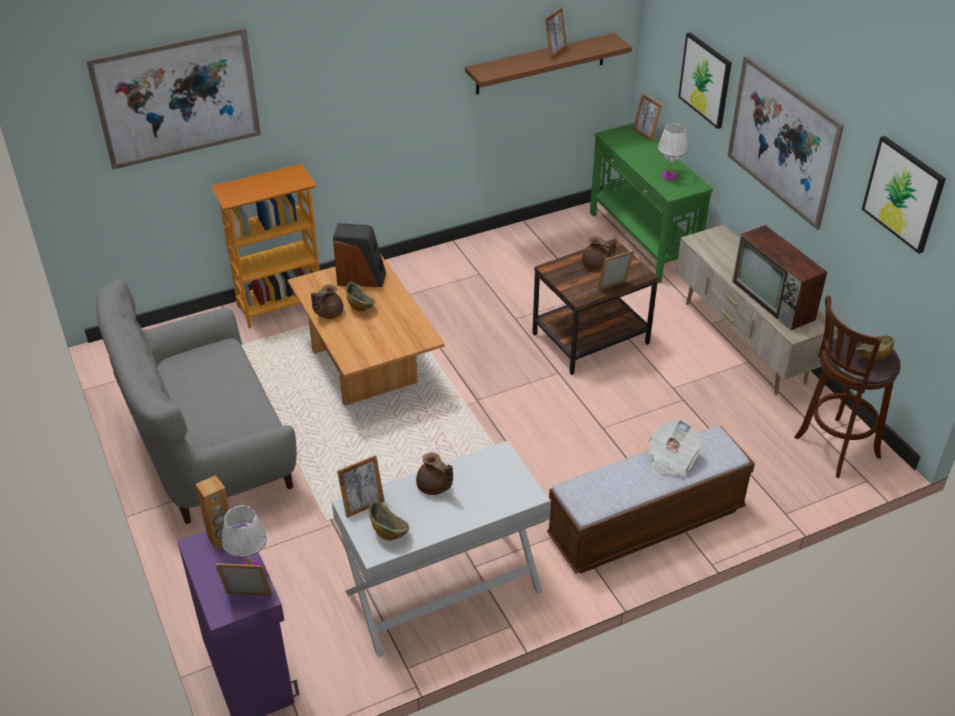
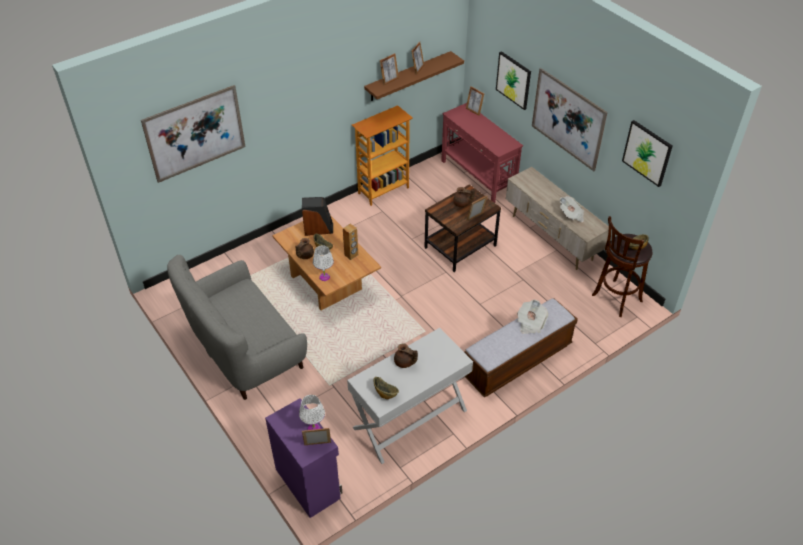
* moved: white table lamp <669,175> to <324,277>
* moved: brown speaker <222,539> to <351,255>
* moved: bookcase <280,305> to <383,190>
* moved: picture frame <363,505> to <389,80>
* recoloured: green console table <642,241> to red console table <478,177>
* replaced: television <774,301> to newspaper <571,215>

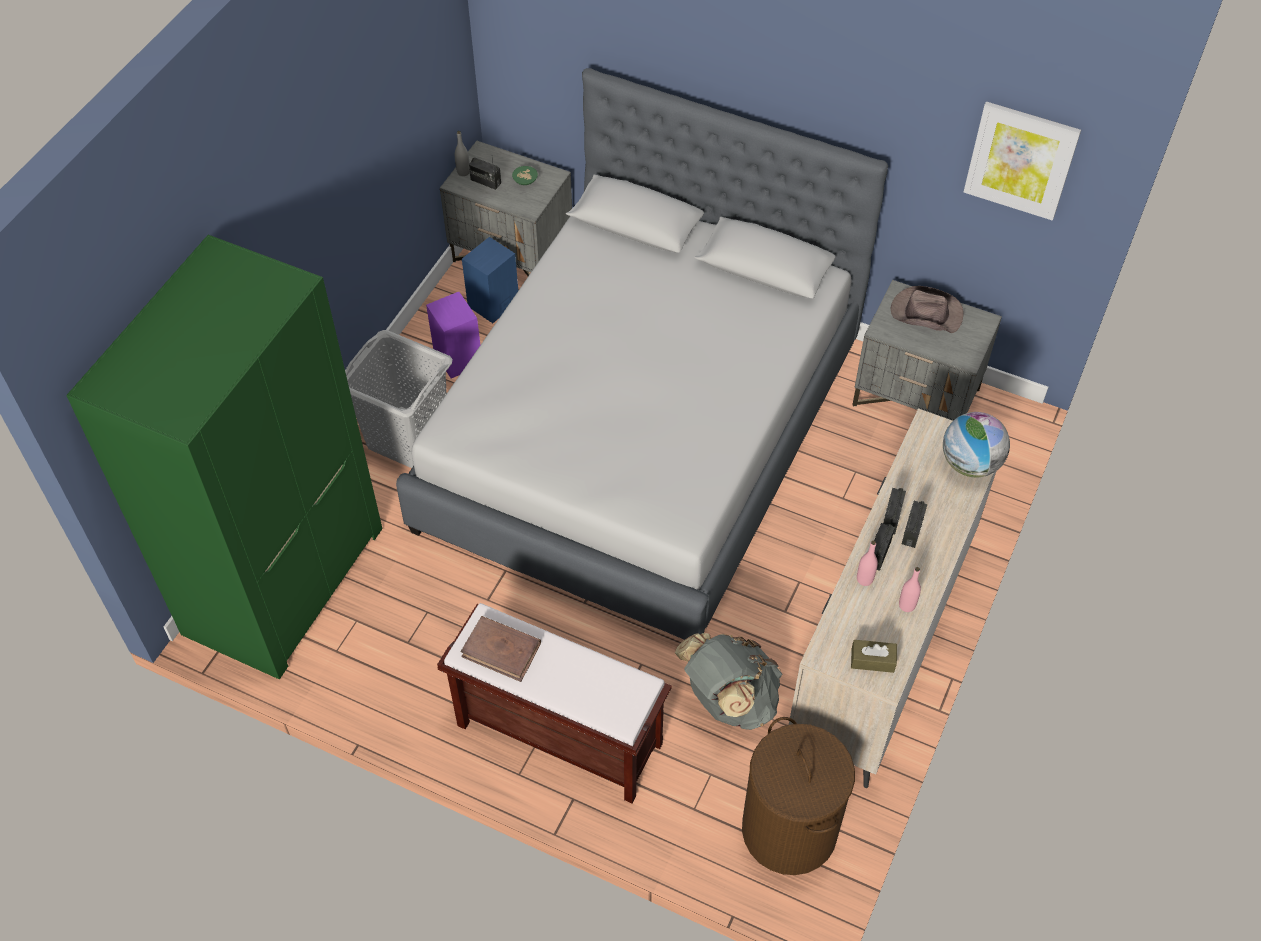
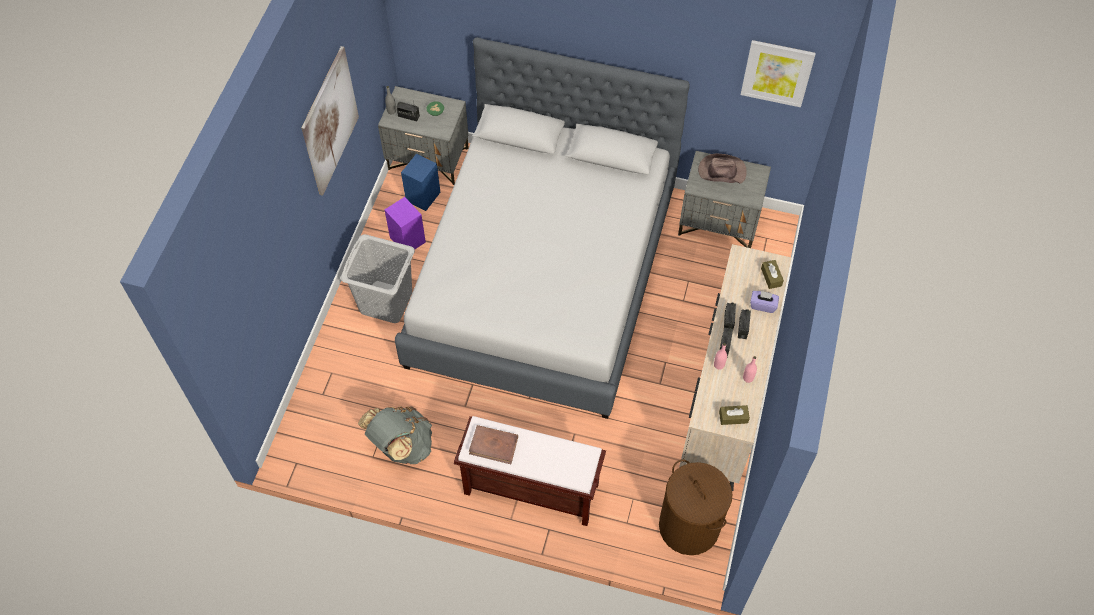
* added: picture <330,121>
* moved: grey backpack <728,700> to <401,446>
* added: purple tissue box <763,305>
* replaced: globe <970,464> to brown tissue box <771,277>
* removed: green wardrobe <283,579>

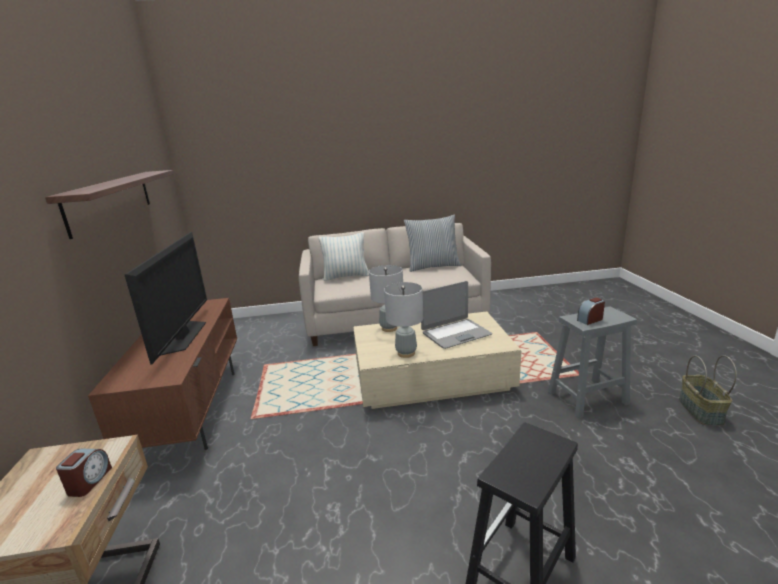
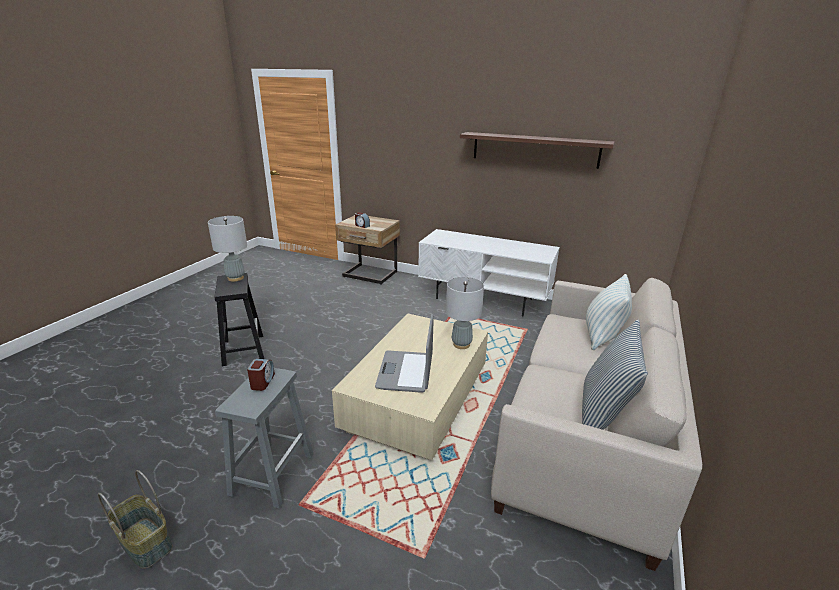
* moved: grey table lamp <406,353> to <235,278>
* recoloured: brown tv stand <192,410> to white tv stand <484,298>
* removed: television <183,336>

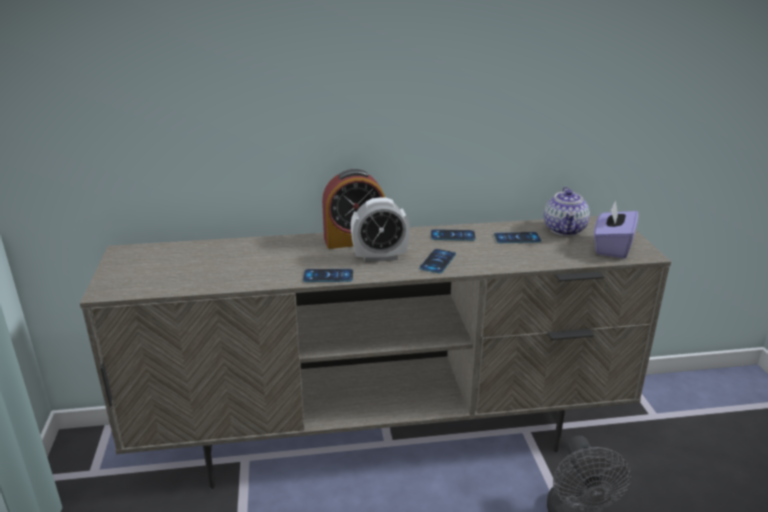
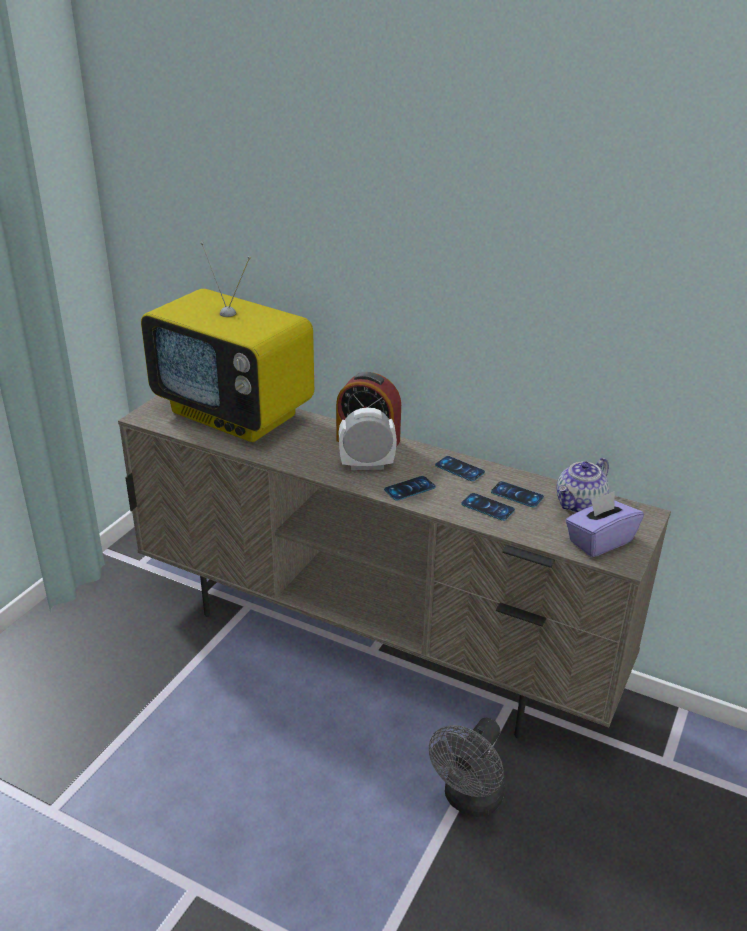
* added: television <236,414>
* turned: alarm clock <380,257> = <367,465> 150 degrees clockwise
* moved: phone <328,276> to <487,507>

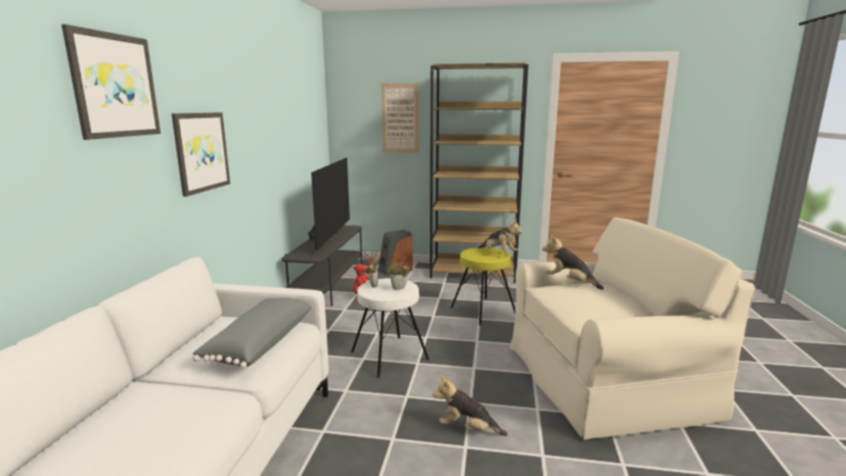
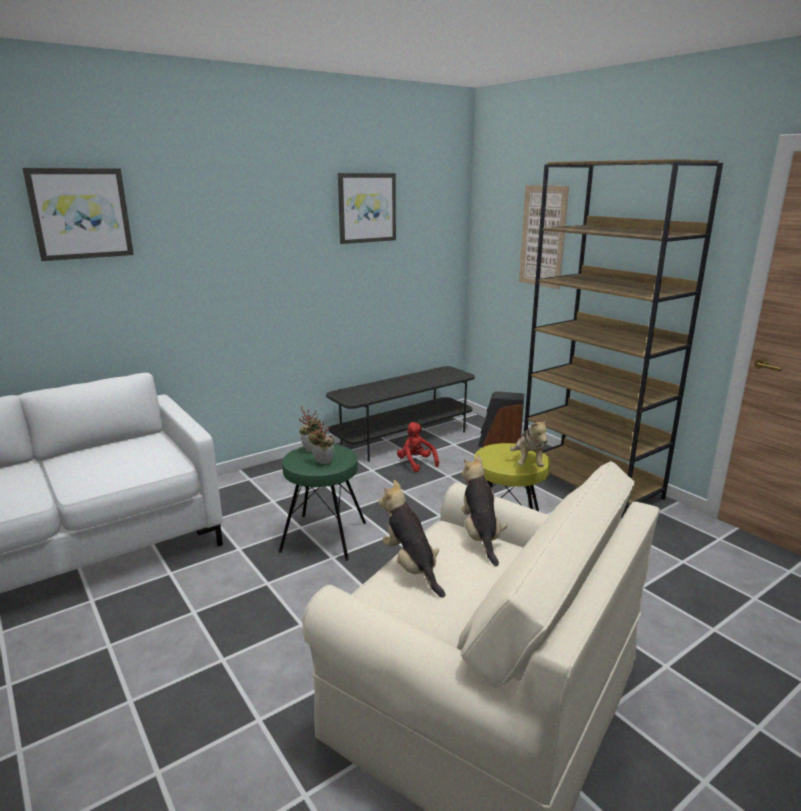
* recoloured: white stool <389,356> to green stool <323,537>
* moved: picture <201,152> to <366,208>
* moved: plush toy <467,429> to <411,567>
* removed: grey pillow <259,343>
* removed: television <328,238>

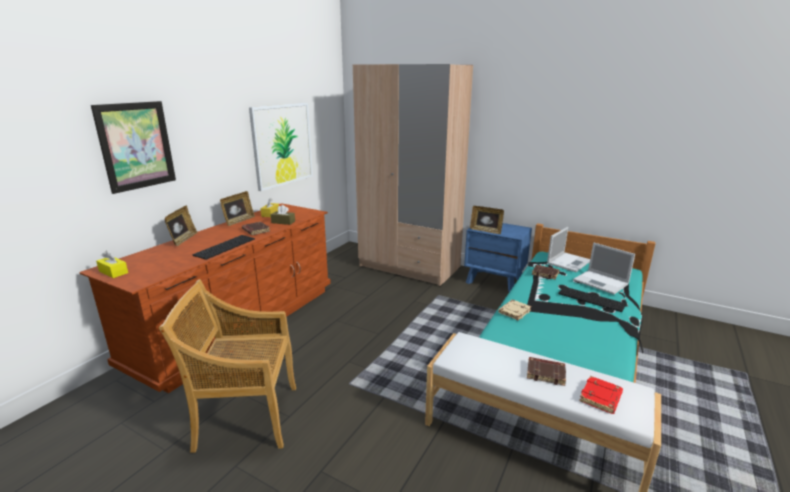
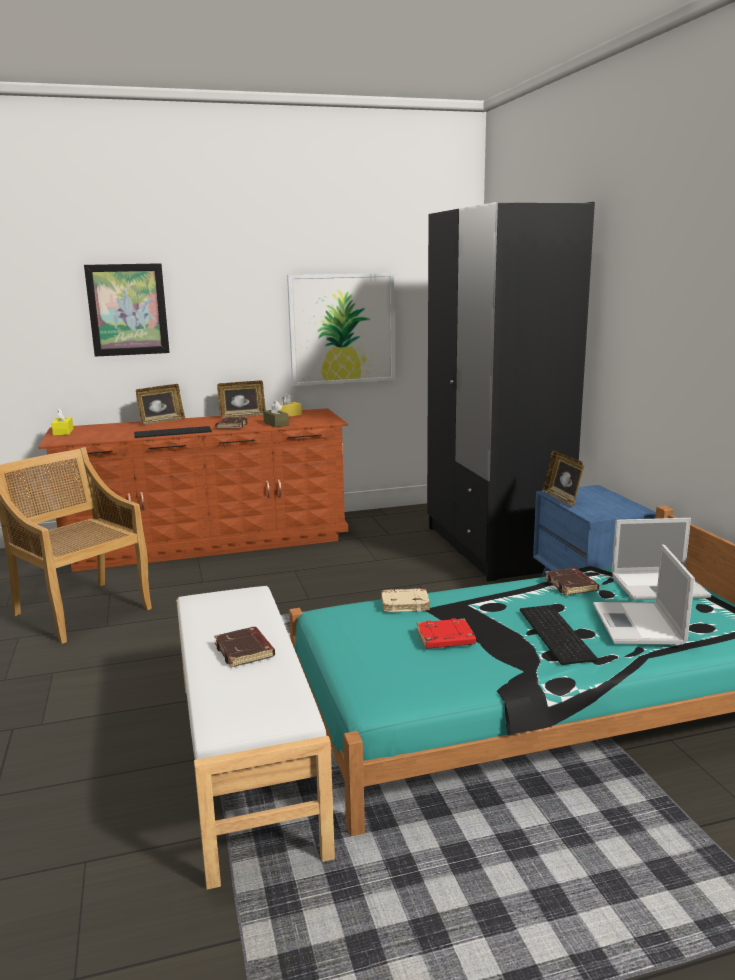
* moved: red book <601,398> to <445,639>
* recoloured: beige wardrobe <409,267> to black wardrobe <494,547>

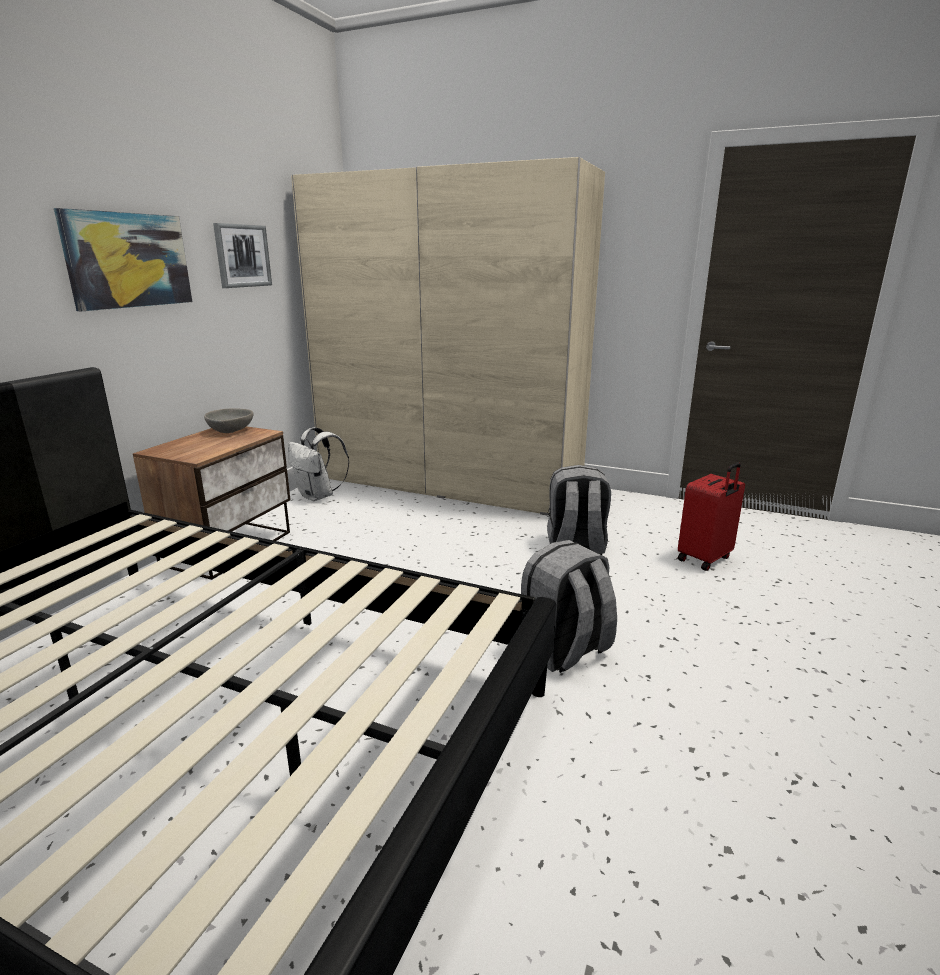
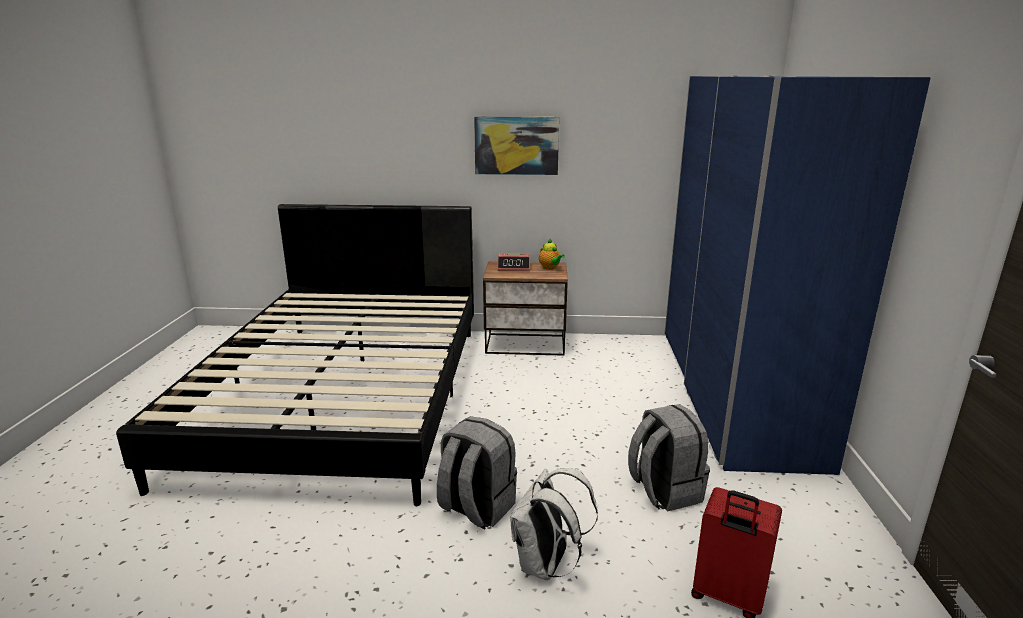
* added: alarm clock <514,267>
* moved: white backpack <318,496> to <546,565>
* replaced: grey bowl <230,431> to teapot <550,268>
* recoloured: beige wardrobe <449,483> to blue wardrobe <733,392>
* removed: picture <242,256>

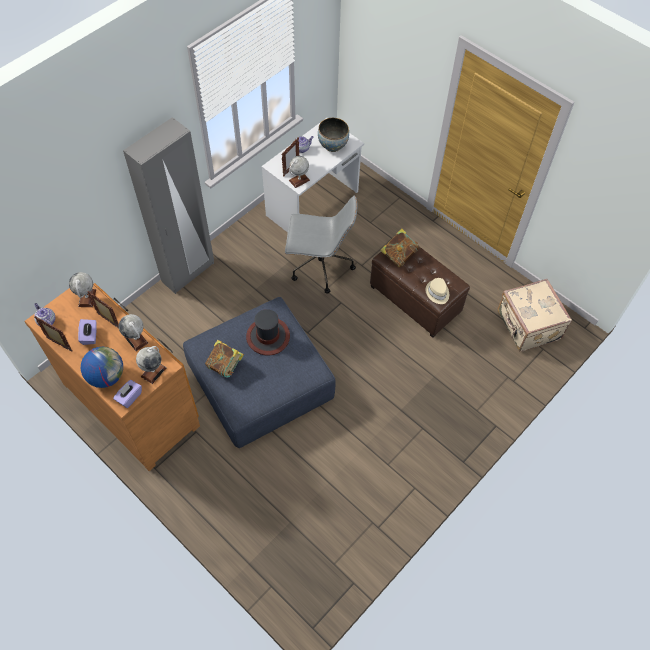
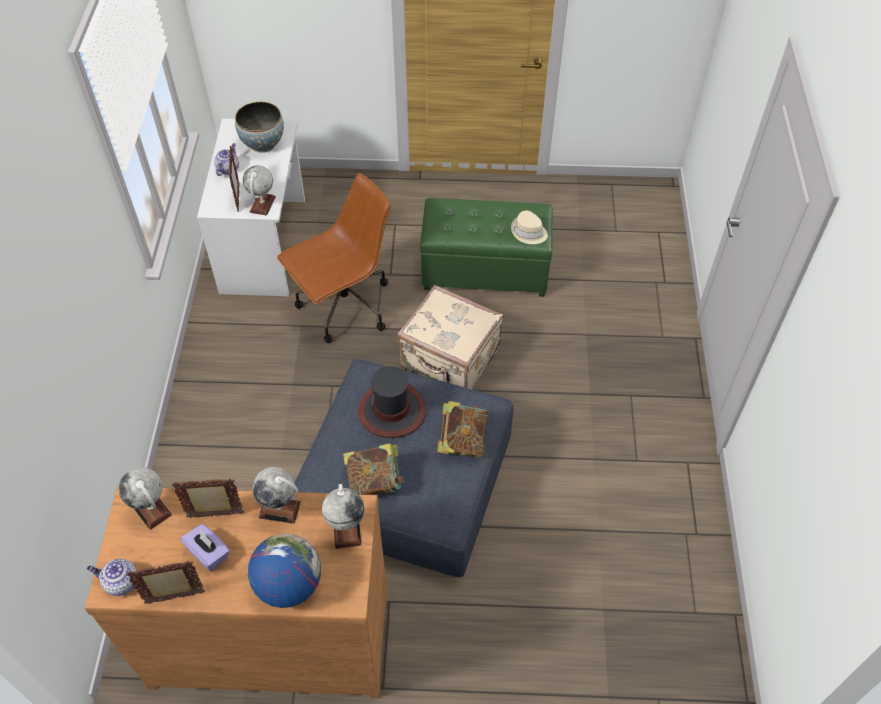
* recoloured: grey office chair <319,266> to brown office chair <344,307>
* moved: beige suitcase <527,326> to <450,359>
* recoloured: brown ottoman <415,299> to green ottoman <485,269>
* moved: book <398,255> to <462,441>
* removed: purple tissue box <129,397>
* removed: grey wardrobe <188,273>

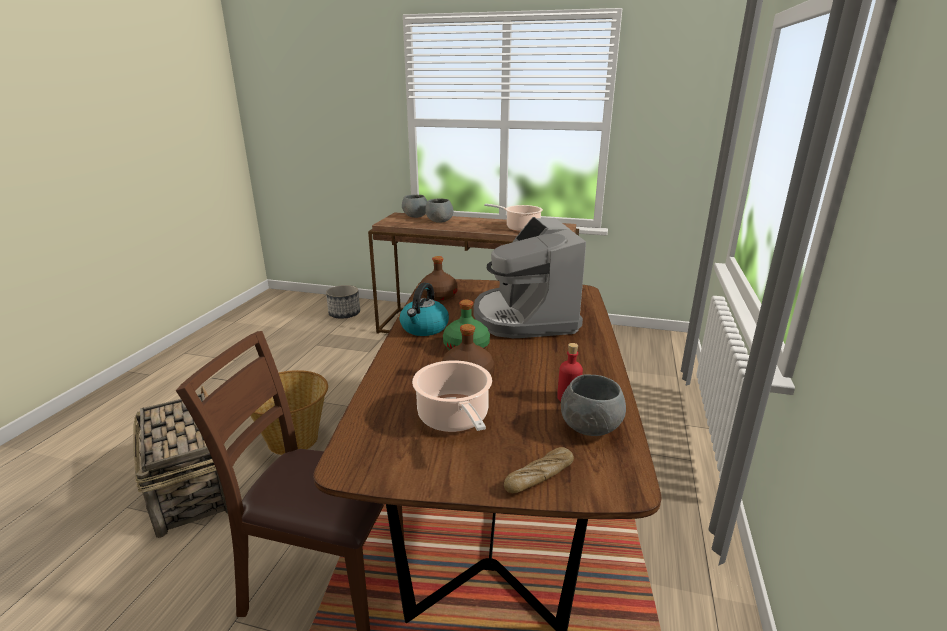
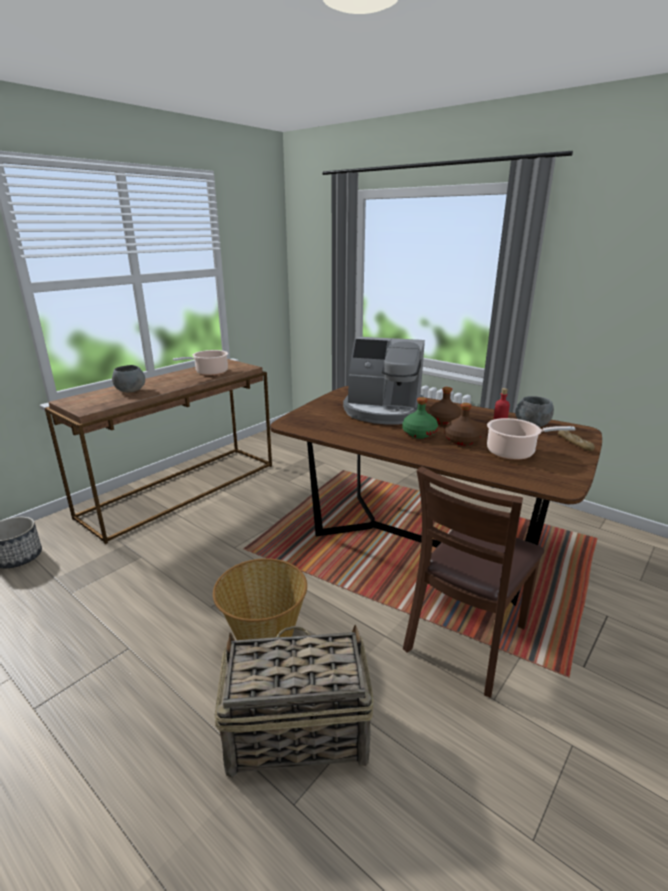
* moved: brown bottle <438,296> to <443,422>
* removed: kettle <424,328>
* removed: grey bowl <415,216>

